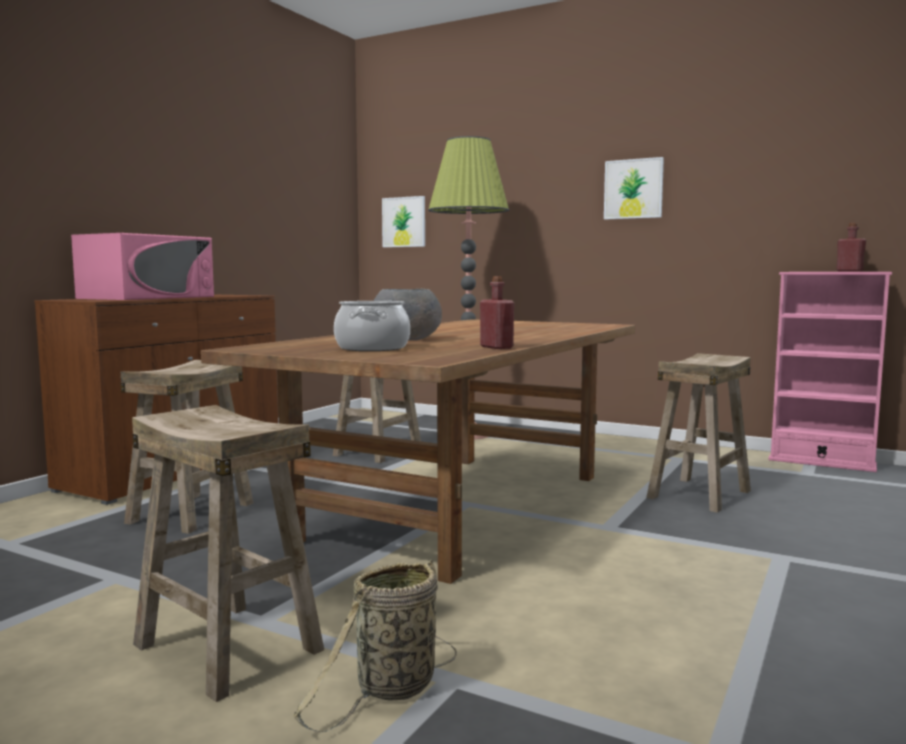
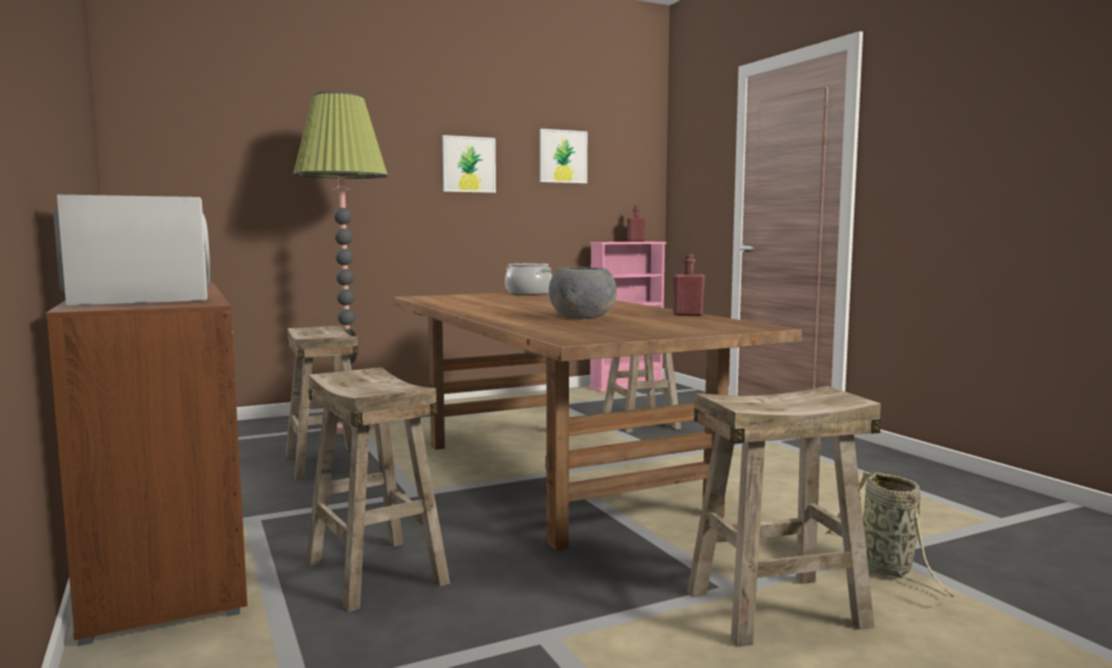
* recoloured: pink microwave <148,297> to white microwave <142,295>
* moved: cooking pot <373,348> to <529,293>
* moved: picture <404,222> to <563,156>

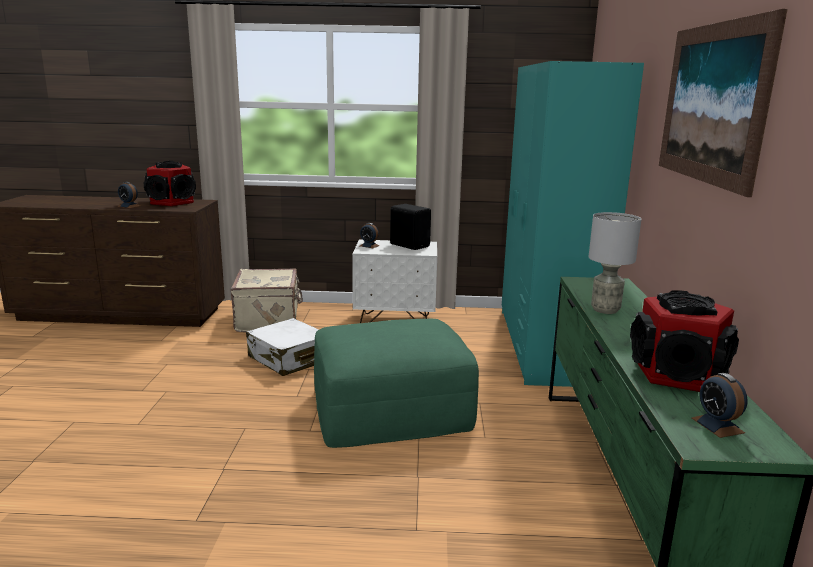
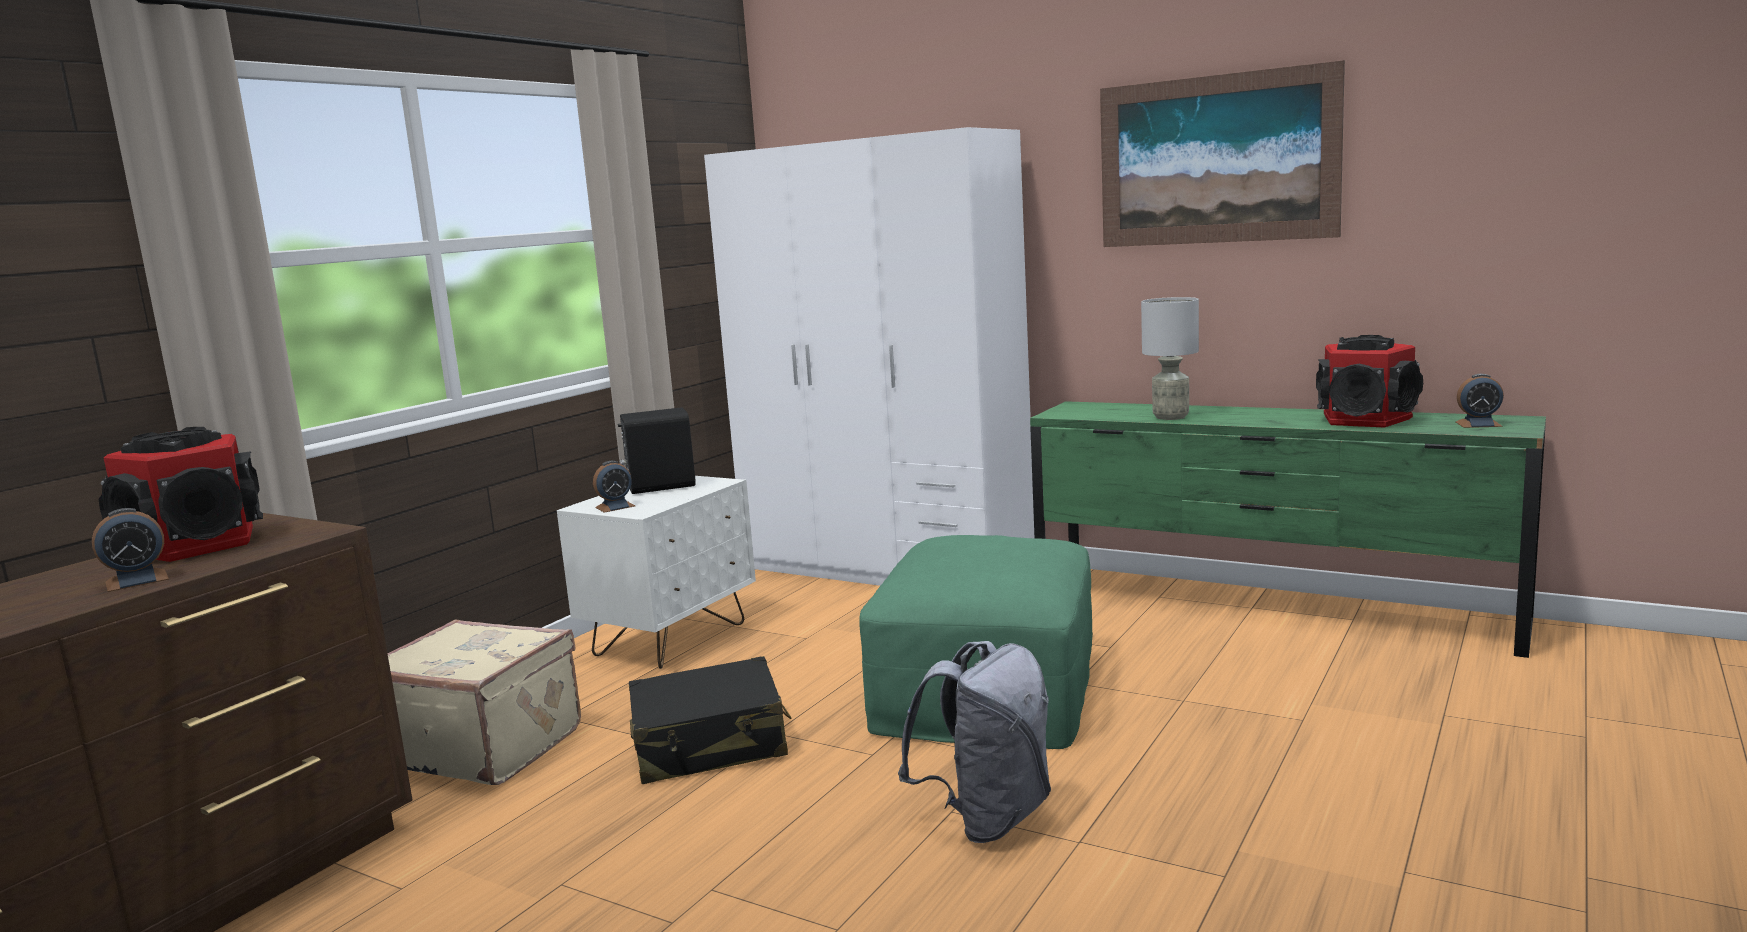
* recoloured: white suitcase <289,359> to black suitcase <710,745>
* recoloured: turquoise wardrobe <544,345> to white wardrobe <886,568>
* added: grey backpack <987,818>

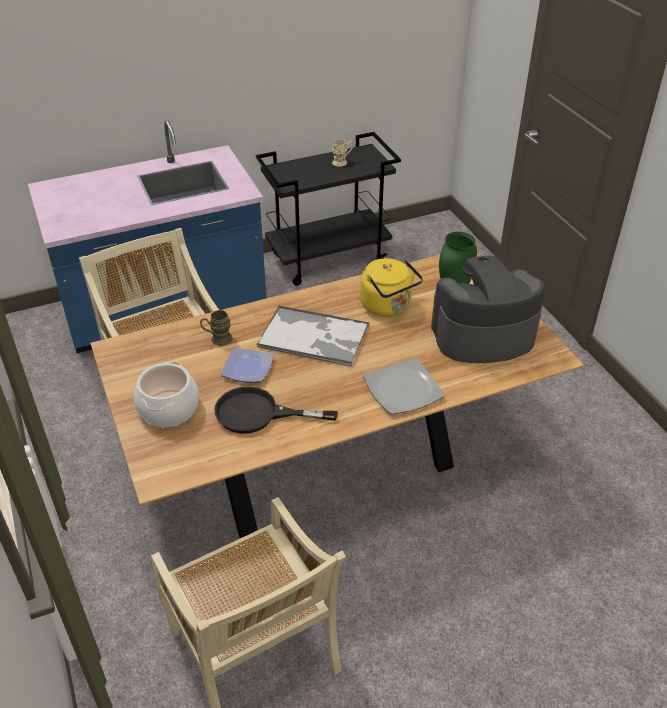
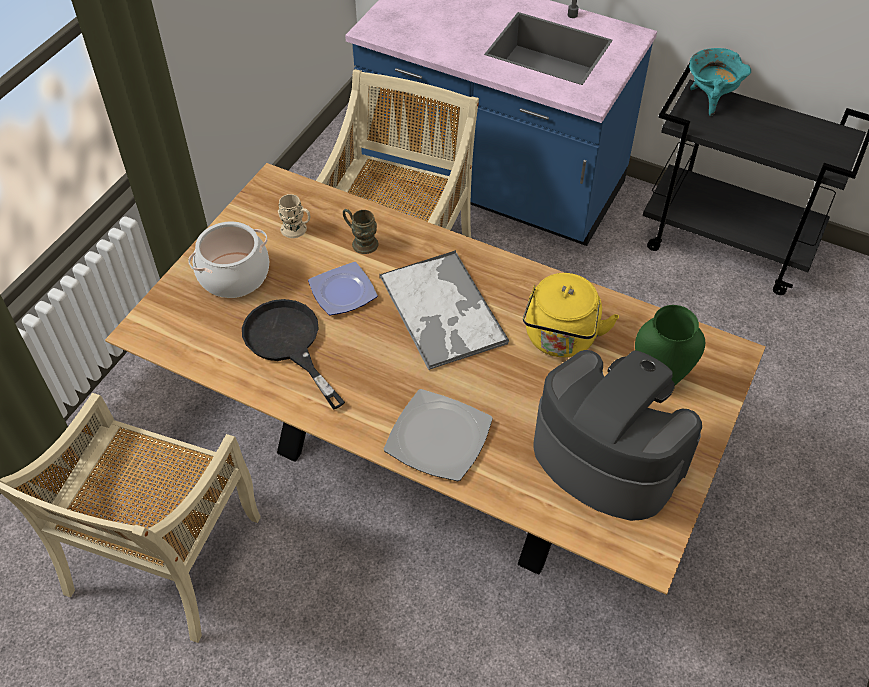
* moved: beige mug <342,162> to <297,230>
* added: turquoise cooking pot <710,99>

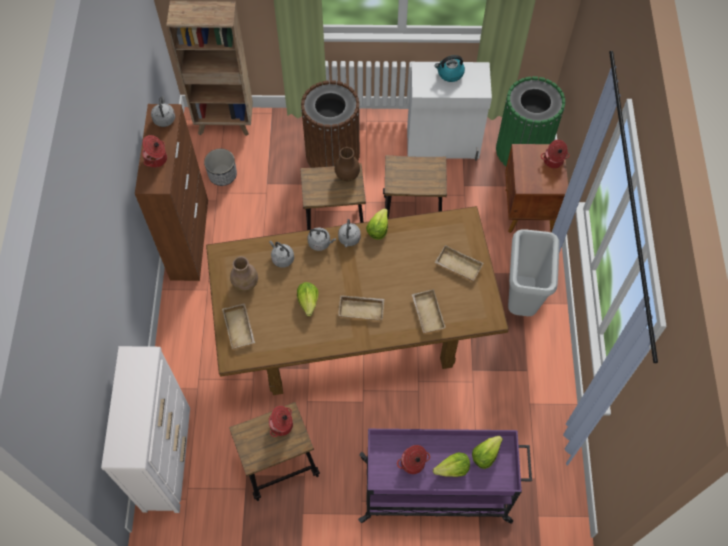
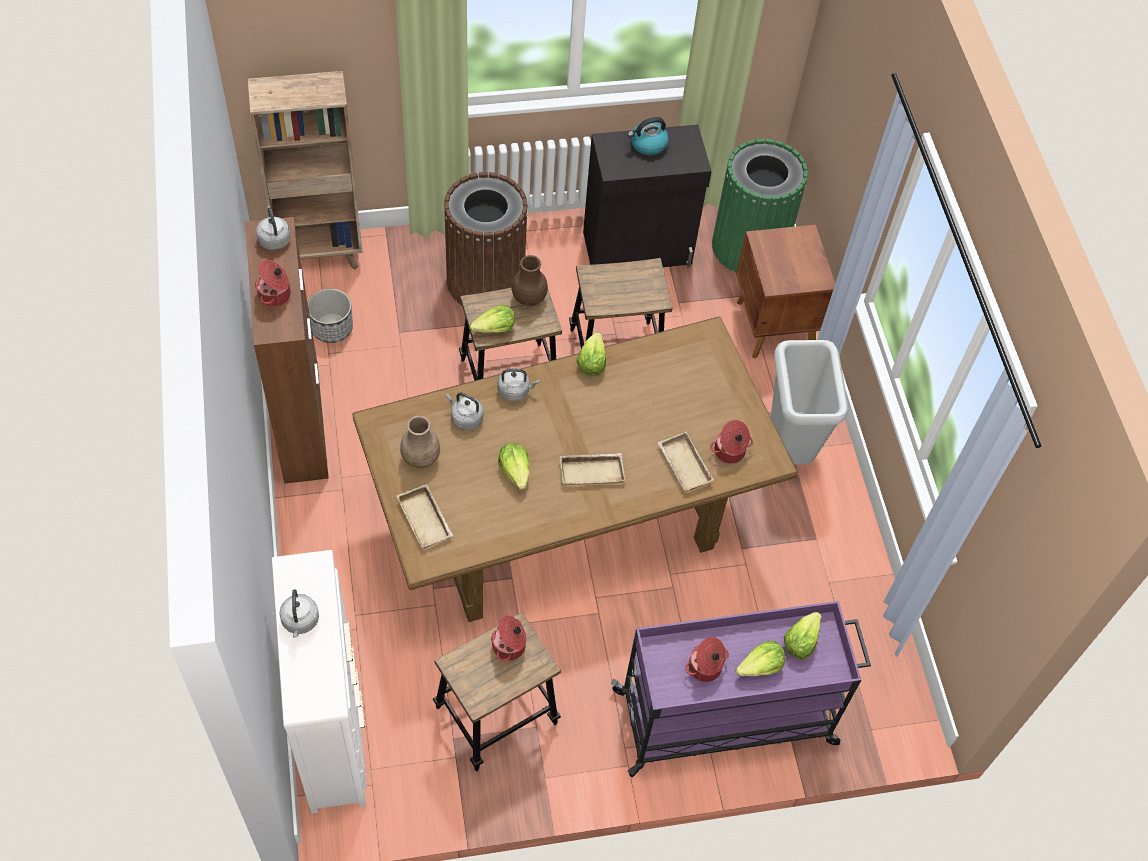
* moved: grey kettle <349,239> to <300,622>
* added: lettuce <494,329>
* recoloured: white cabinet <443,143> to black cabinet <638,249>
* moved: cooking pot <553,161> to <729,452>
* removed: beige tray <457,266>

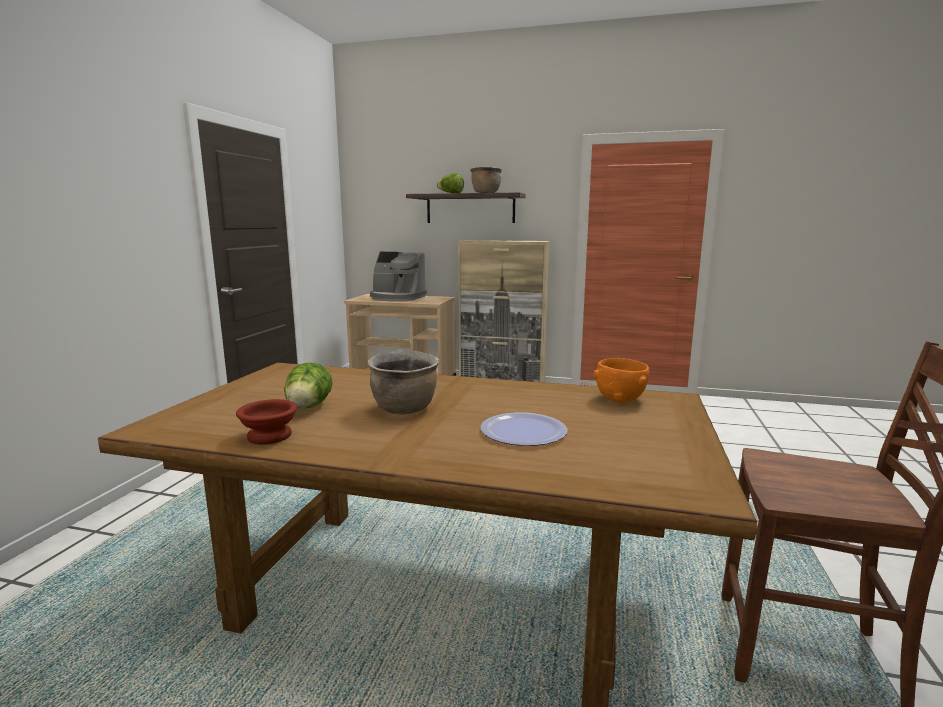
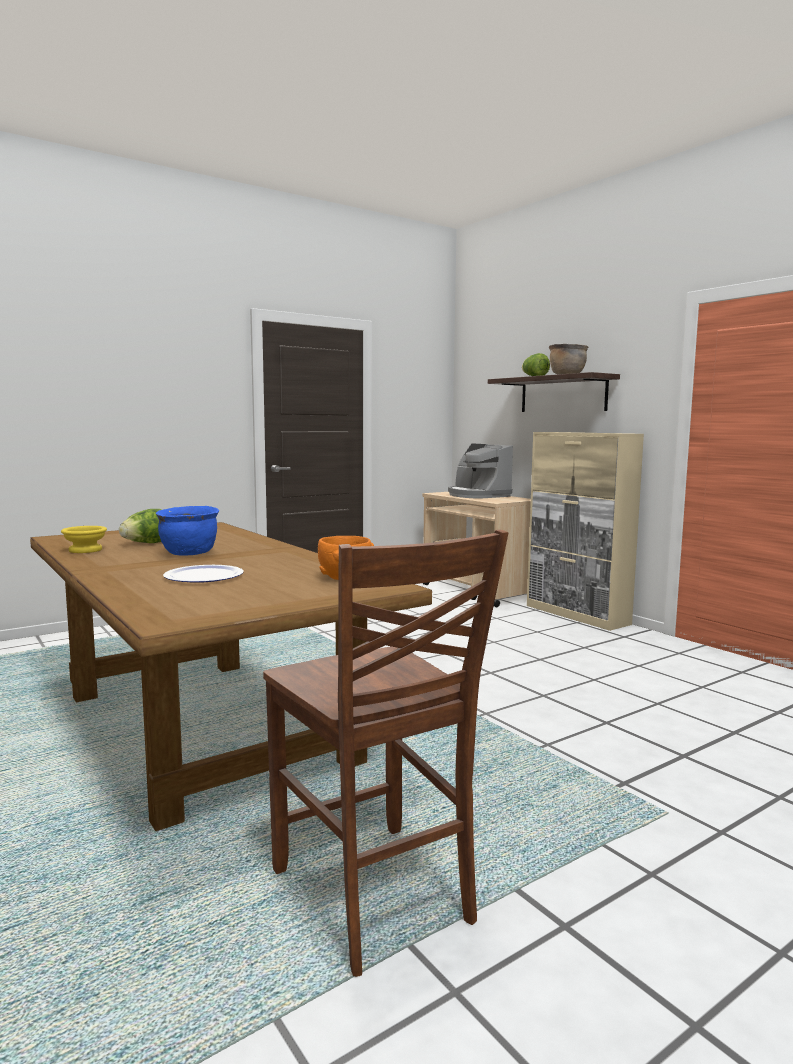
* recoloured: brown bowl <271,436> to yellow bowl <86,550>
* recoloured: brown cooking pot <405,409> to blue cooking pot <189,554>

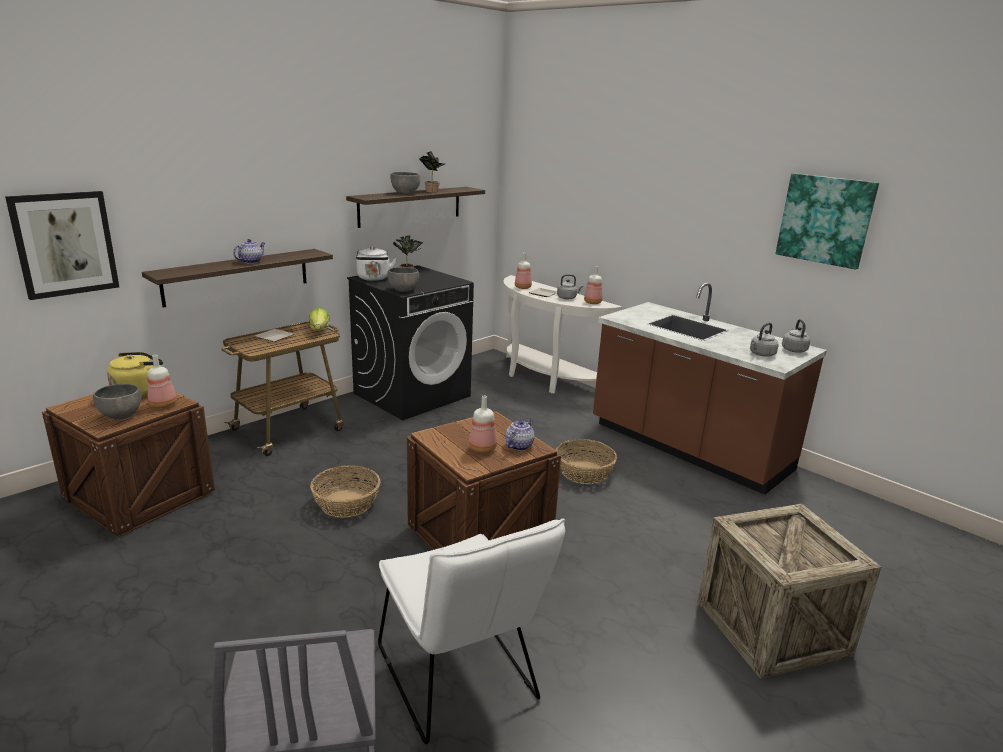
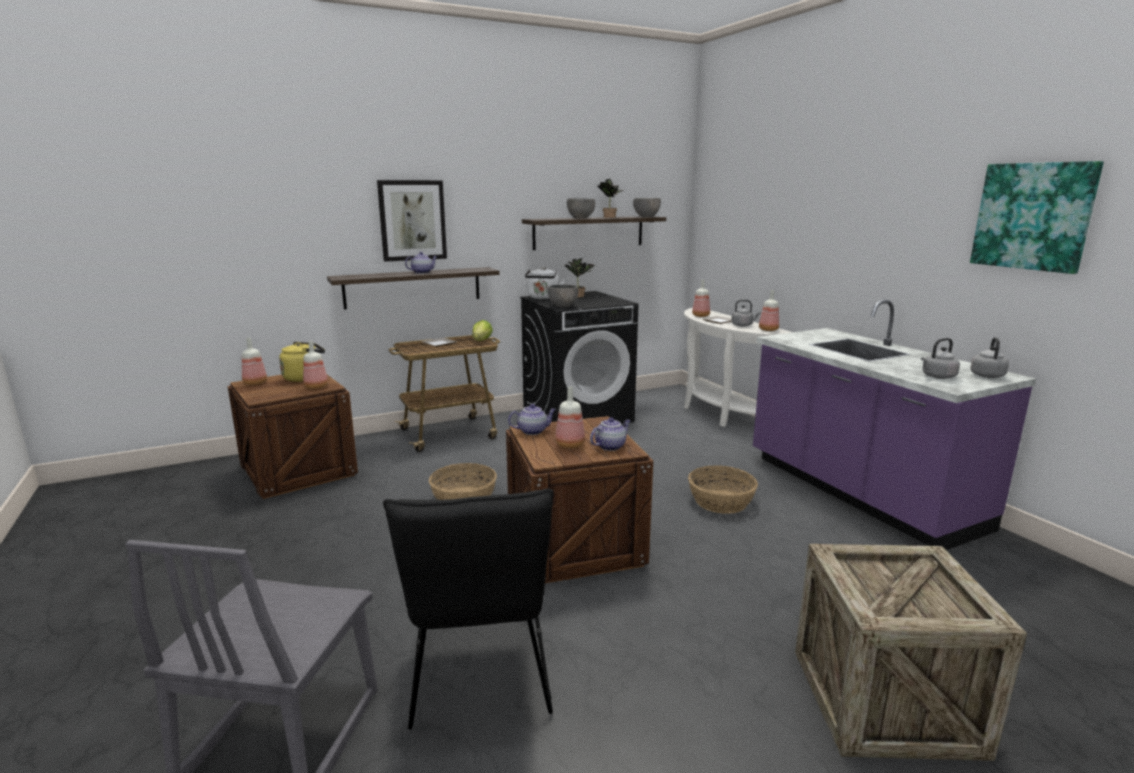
* added: bottle <254,383>
* moved: picture <65,244> to <412,220>
* recoloured: white chair <460,681> to black chair <480,677>
* added: teapot <533,431>
* moved: grey bowl <121,415> to <646,216>
* recoloured: brown counter <688,448> to purple counter <859,492>

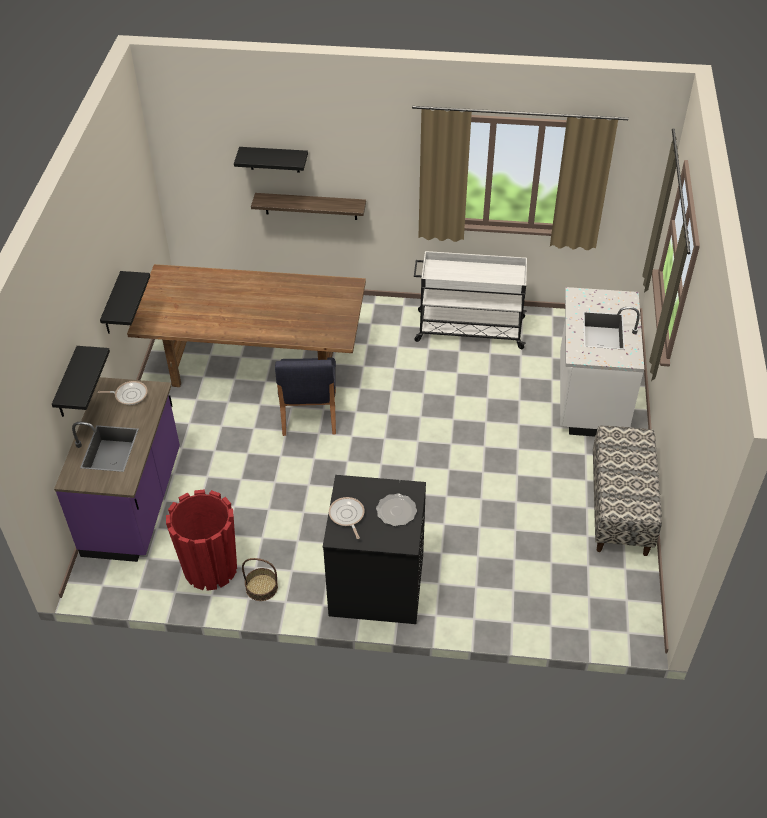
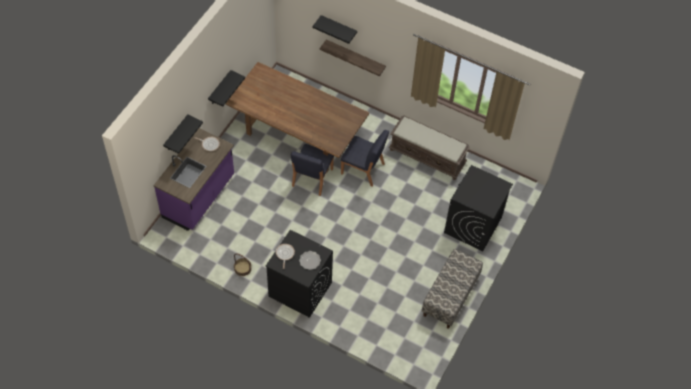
* added: blue chair <363,169>
* replaced: white cart <468,329> to brown bench <428,156>
* replaced: white counter <589,397> to black washing machine <472,225>
* removed: red planter <210,568>

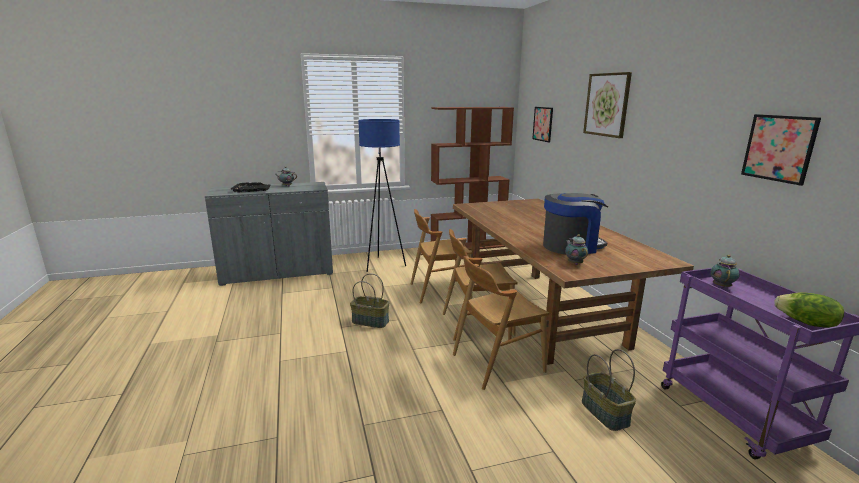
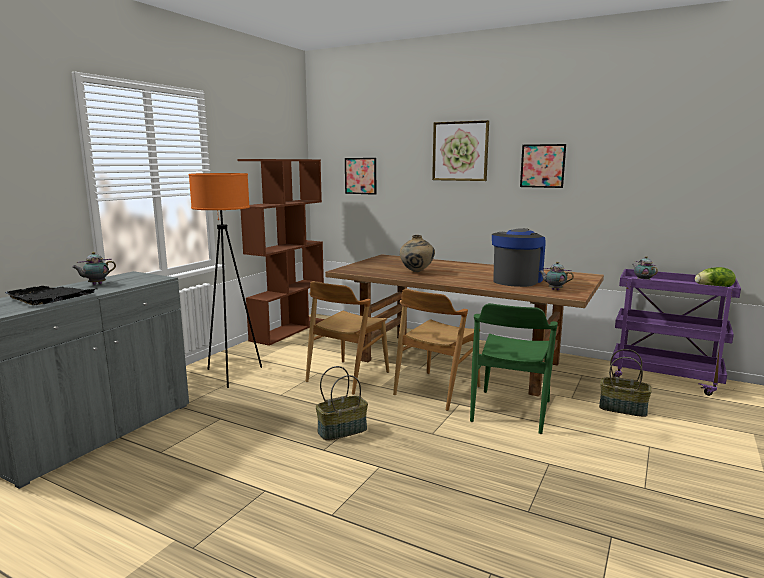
* recoloured: blue floor lamp <383,265> to orange floor lamp <232,375>
* added: beige vase <417,272>
* recoloured: brown chair <497,363> to green chair <510,411>
* moved: picture <778,148> to <542,166>

